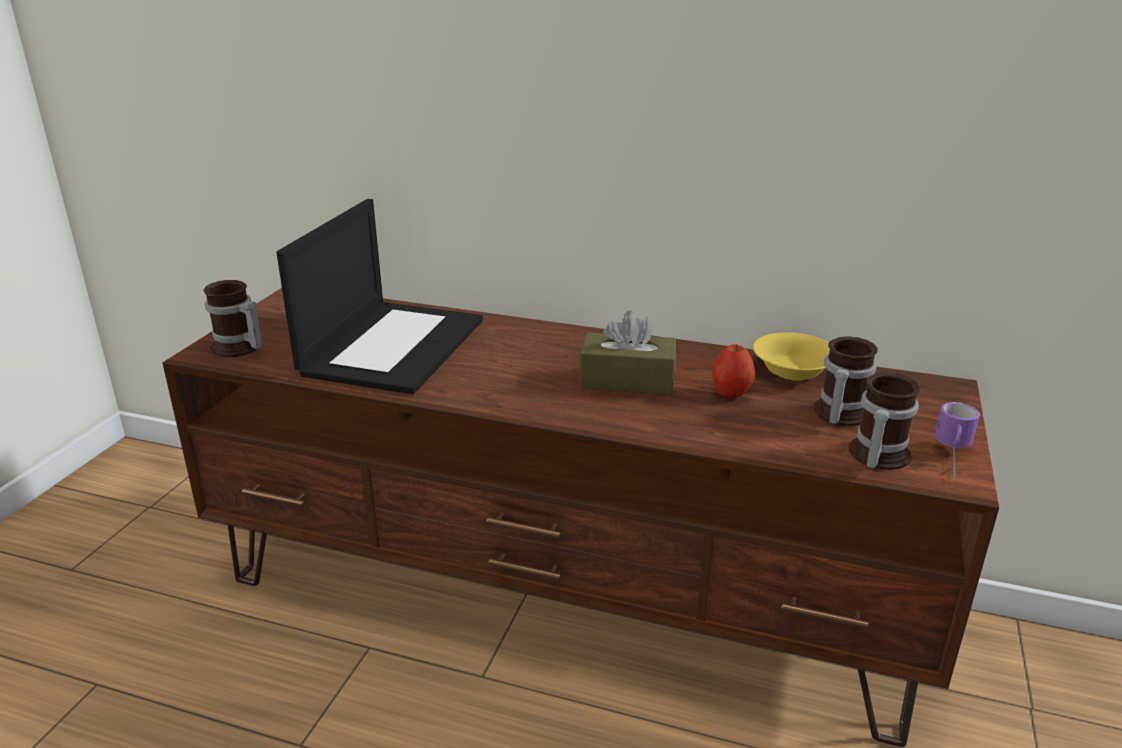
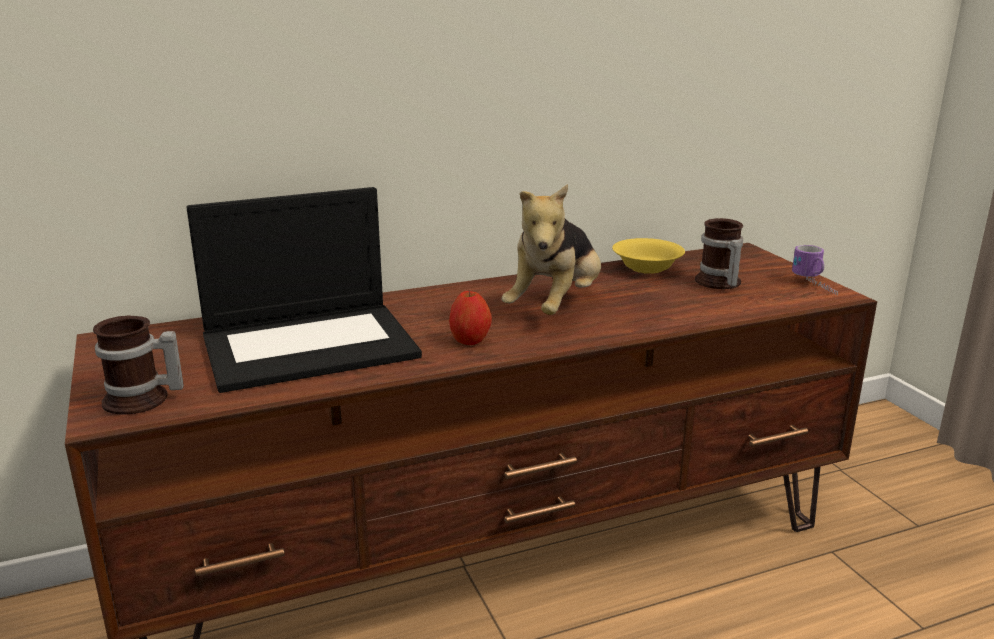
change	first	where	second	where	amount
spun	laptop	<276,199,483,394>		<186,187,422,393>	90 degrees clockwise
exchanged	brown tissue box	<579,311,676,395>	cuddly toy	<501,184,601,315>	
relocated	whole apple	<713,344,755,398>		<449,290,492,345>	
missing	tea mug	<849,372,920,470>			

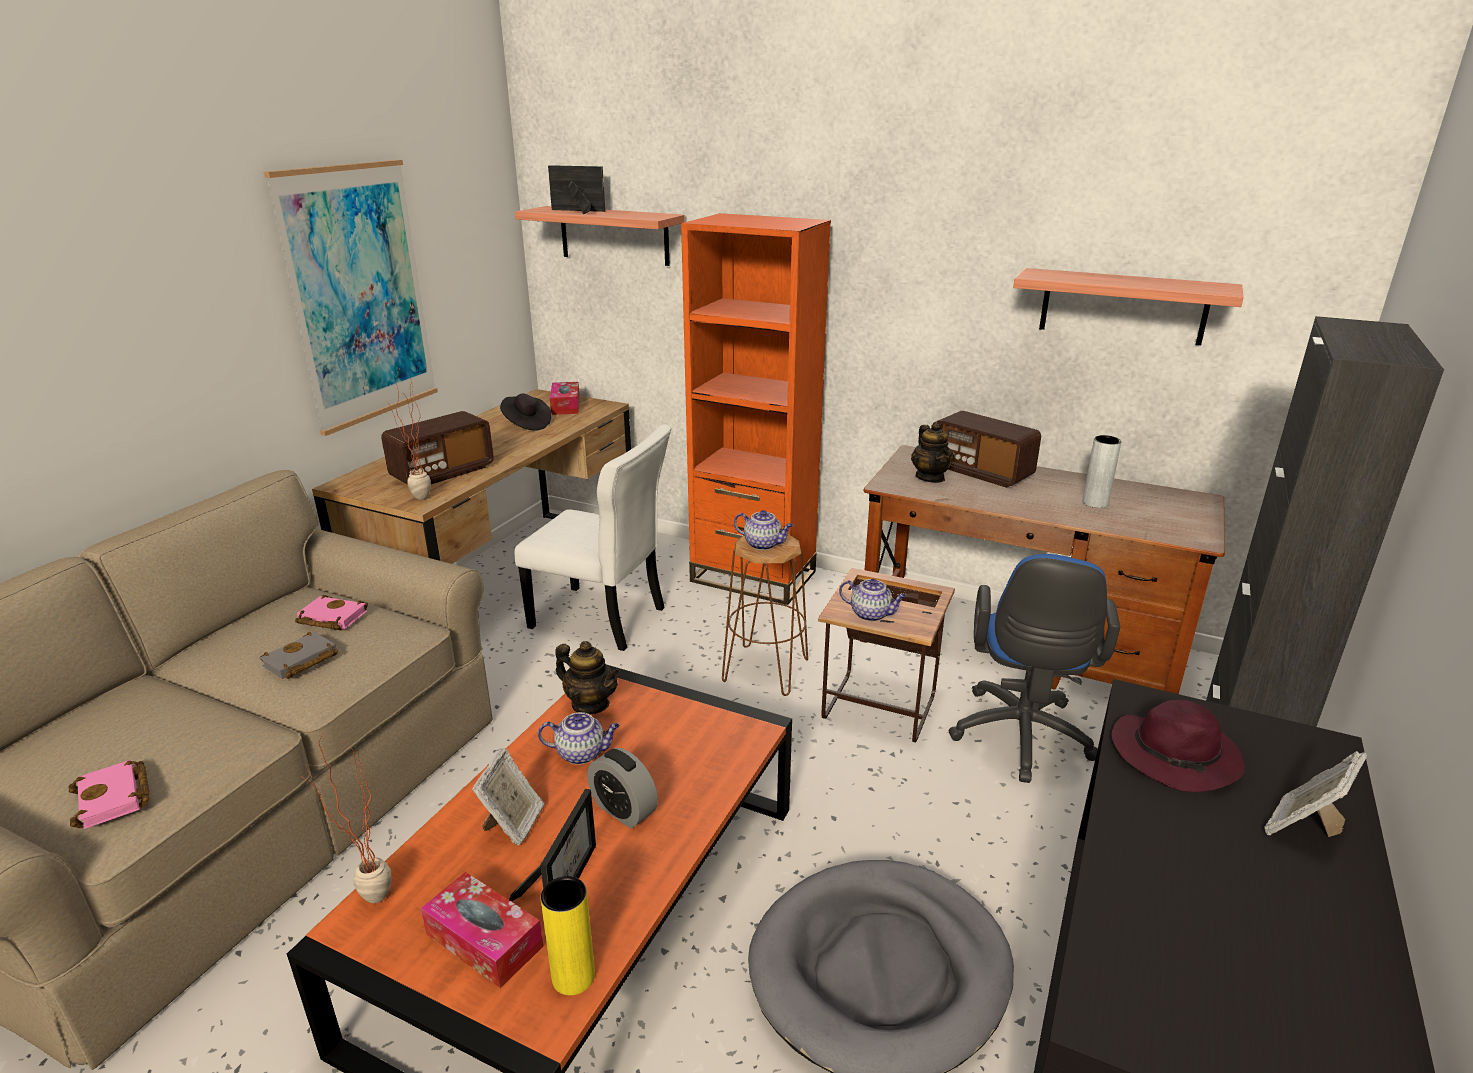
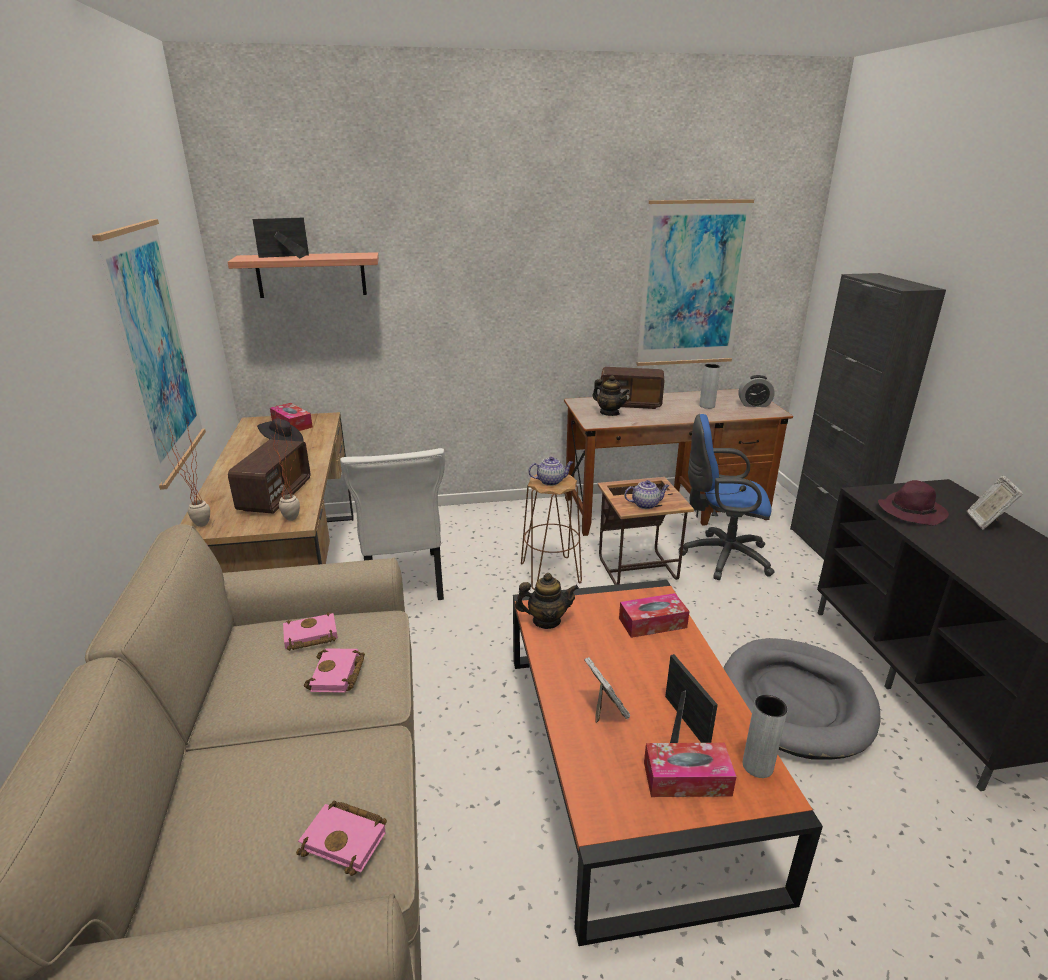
change	first	where	second	where	amount
colour	grey volume	<260,632,338,679>	pinkish volume	<304,648,365,693>	
relocated	plant in a pot	<304,733,391,903>		<157,415,210,527>	
spun	whitish chair	<515,424,671,651>		<340,448,445,600>	90 degrees clockwise
missing	tea pot	<538,712,620,765>			
colour	yellowish flower vase	<541,876,595,995>	grey flower vase	<743,695,788,778>	
relocated	bedside clock	<587,748,658,828>		<738,375,775,407>	
missing	orangey bookcase	<681,213,831,605>			
spun	bluish computer chair	<949,554,1120,783>		<679,414,774,580>	120 degrees clockwise
exchanged	bracket shelf	<1013,268,1244,345>	picture	<636,199,754,366>	
appeared			tissue box	<619,593,689,638>	

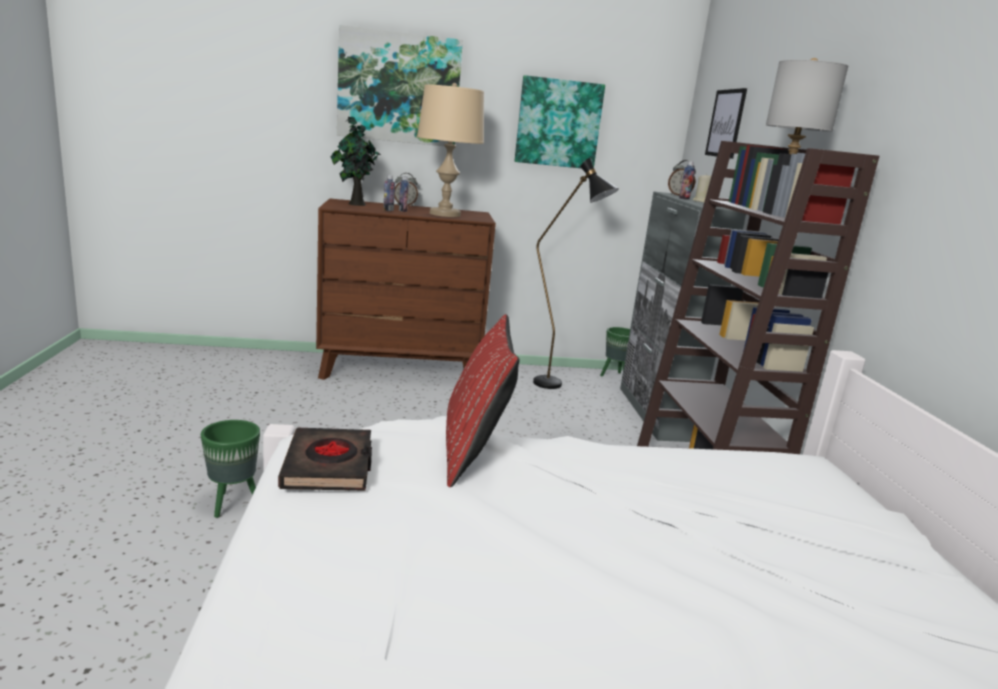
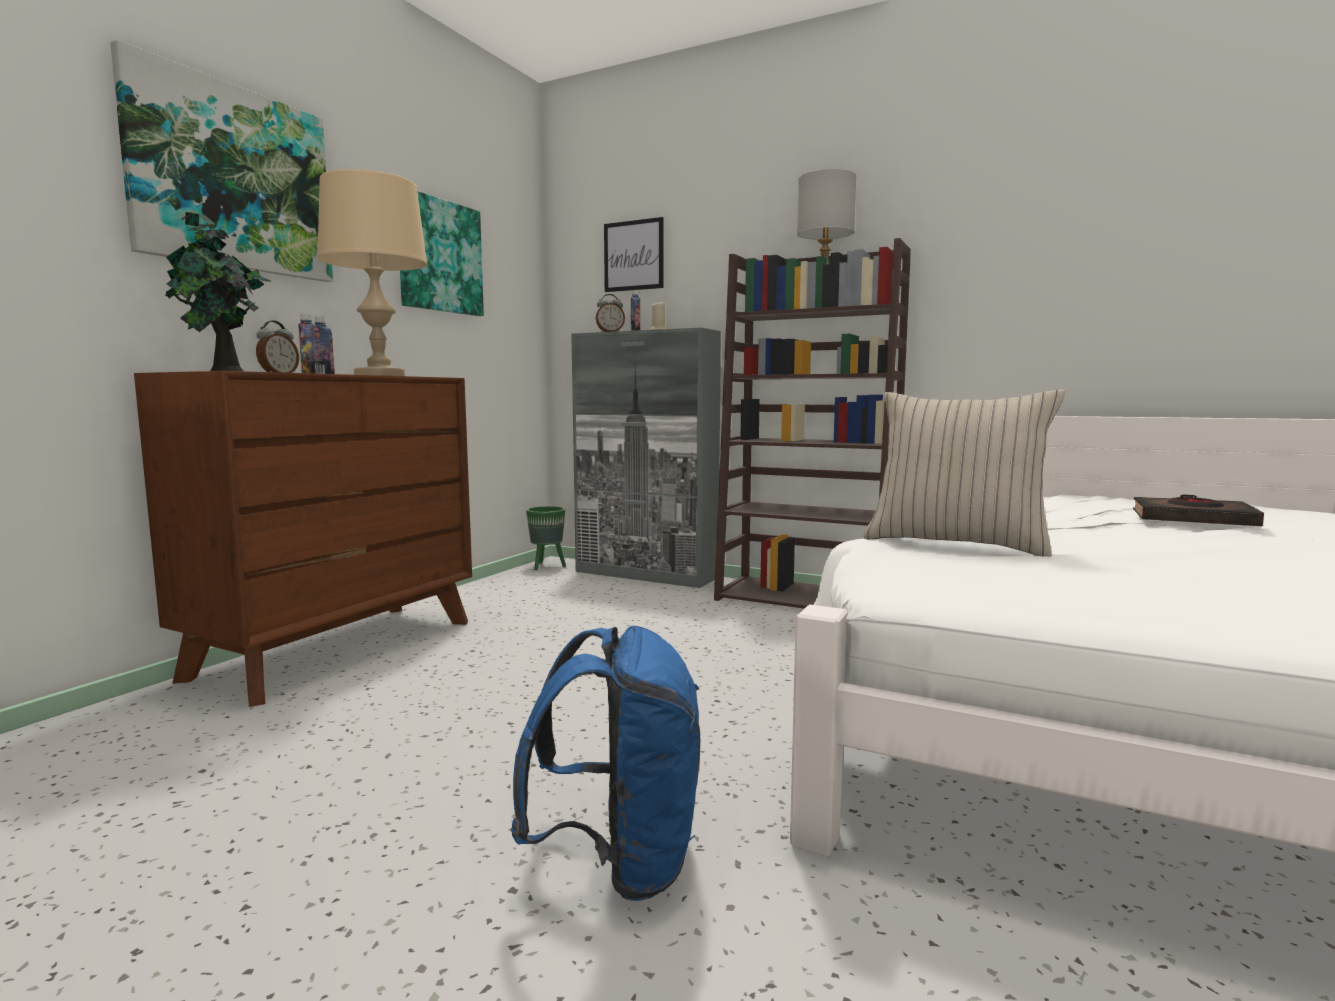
change	first	where	second	where	amount
exchanged	green-coloured plant pot	<201,420,260,518>	bluish knapsack	<510,626,700,901>	
relocated	blackish volume	<278,428,372,491>		<1133,495,1264,526>	
colour	red pillow	<446,314,519,487>	beige-coloured pillow	<863,389,1065,557>	
missing	blackish standing lamp	<533,158,619,389>			

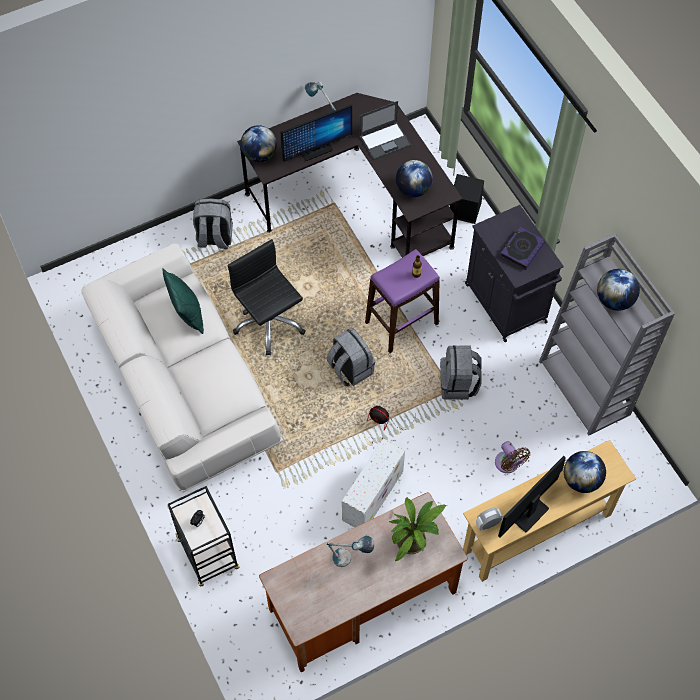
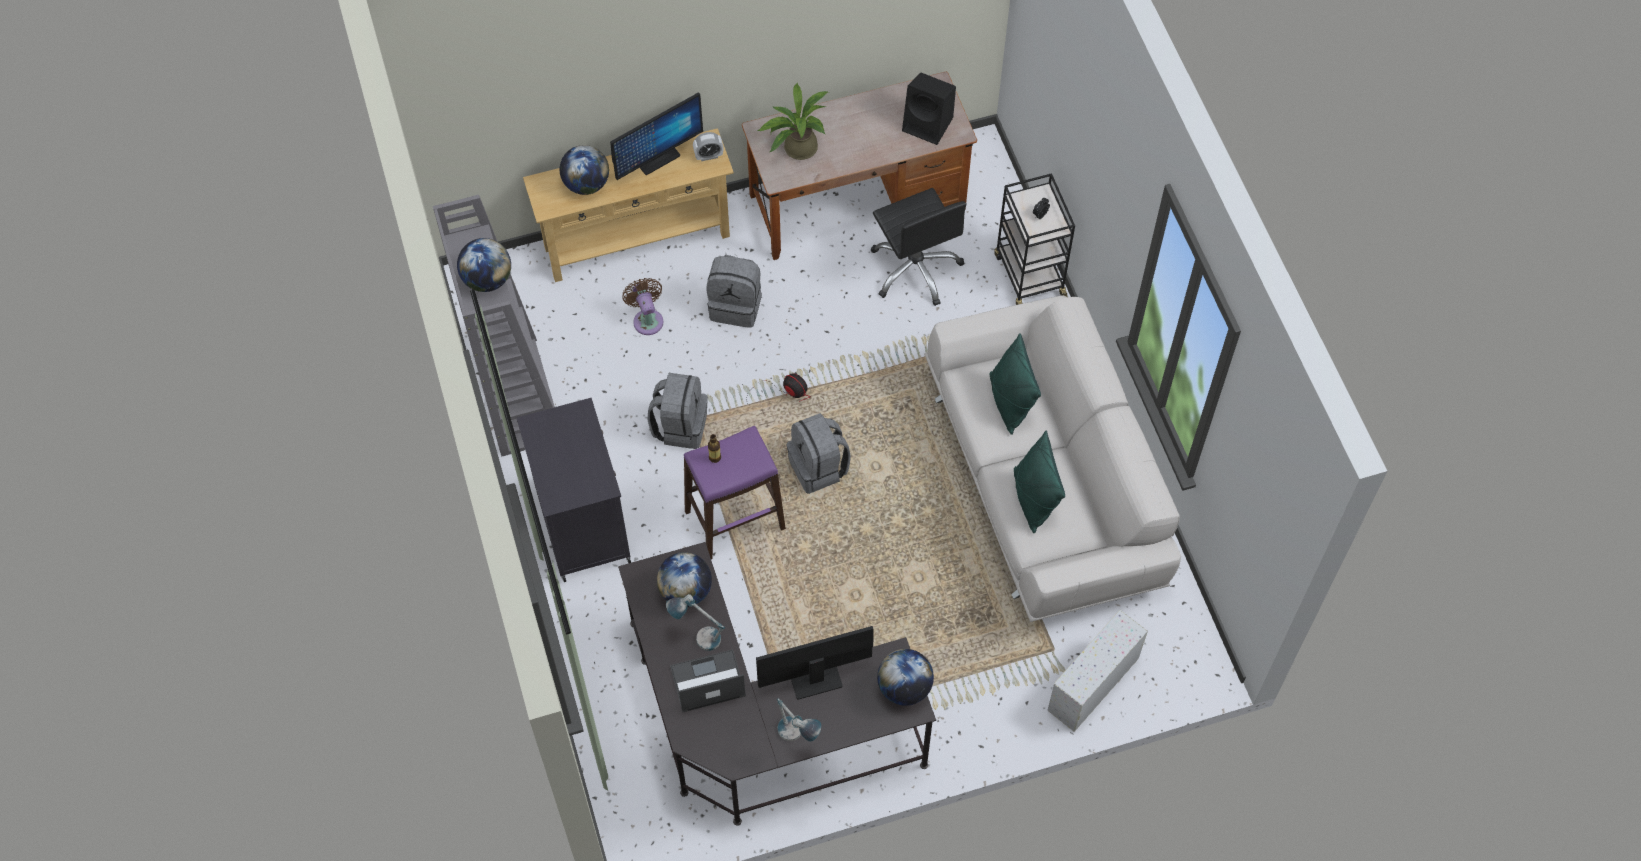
change	first	where	second	where	amount
relocated	grey knapsack	<193,198,233,249>		<706,255,762,328>	
relocated	blackish computer chair	<228,239,306,355>		<870,188,967,306>	
relocated	tabletop lamp	<327,536,374,567>		<666,594,725,651>	
relocated	whitish storage bin	<342,439,405,528>		<1047,610,1148,732>	
relocated	blackish speaker	<450,174,484,224>		<902,73,956,145>	
missing	volume	<500,226,545,270>			
appeared			green-coloured pillow	<990,333,1041,435>	

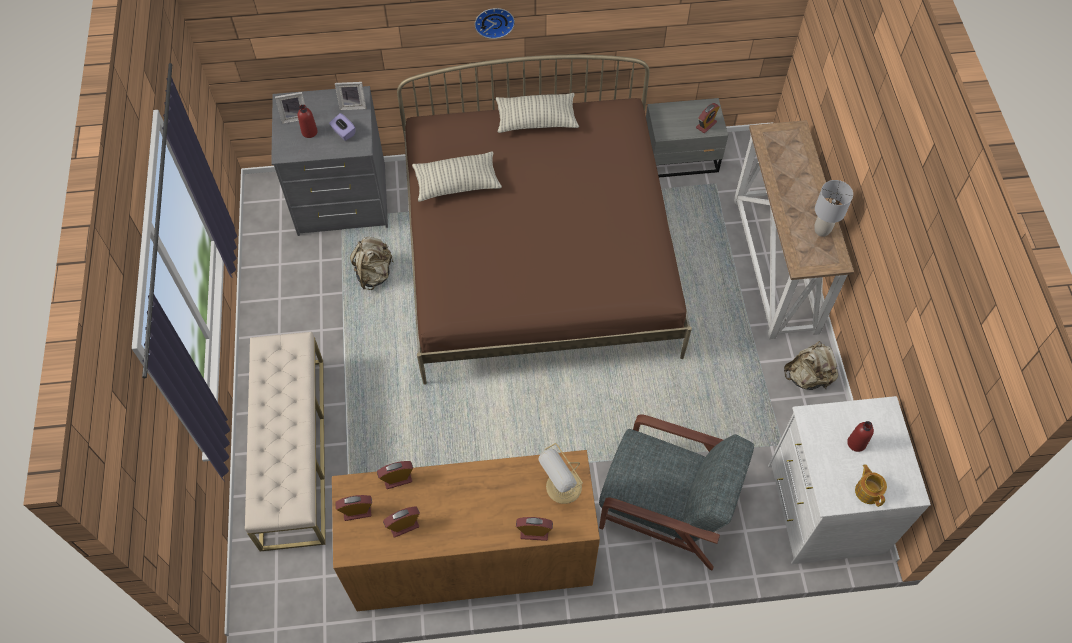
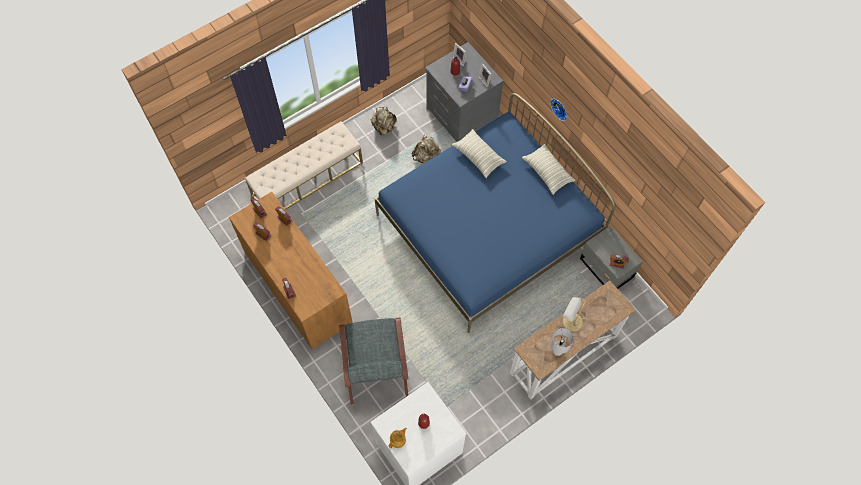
change	first	where	second	where	amount
colour	brown bedroom bed	<397,55,692,385>	bluish bedroom bed	<374,93,615,333>	
relocated	tabletop lamp	<538,443,583,504>		<563,297,586,332>	
relocated	beige-coloured knapsack	<784,341,838,390>		<371,106,397,135>	

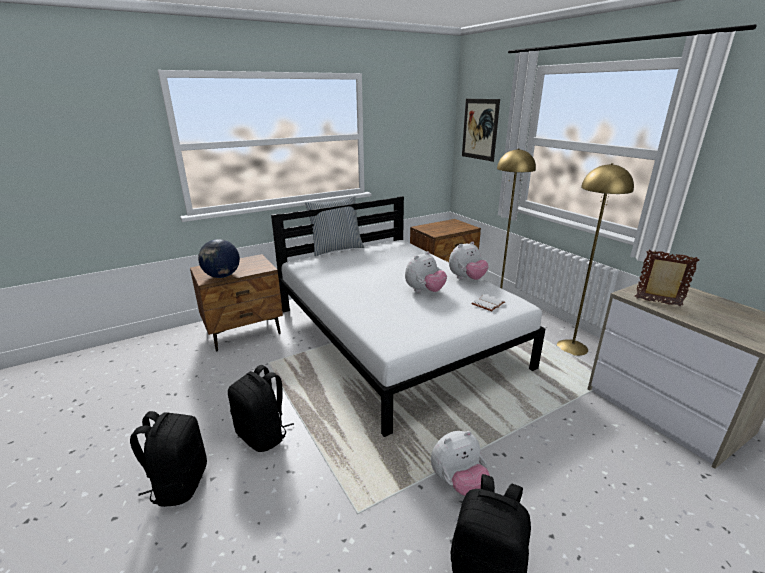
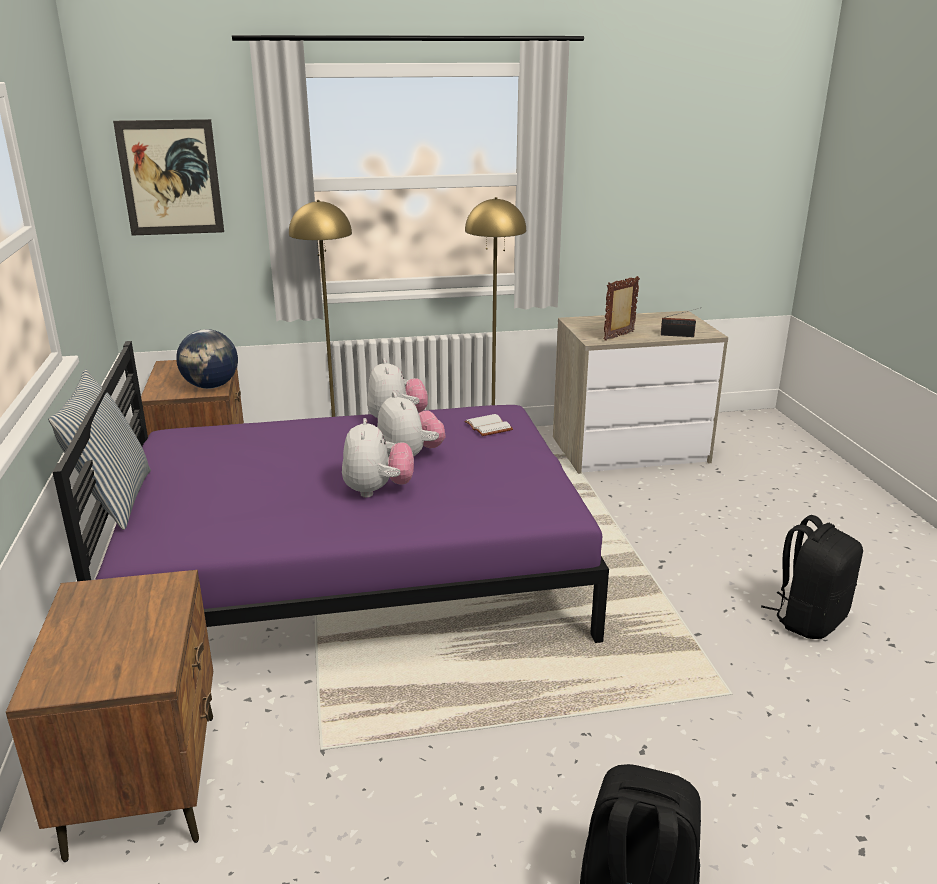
change	first	where	second	where	amount
relocated	world globe	<198,239,240,278>		<176,329,238,389>	
missing	blackish knapsack	<228,365,294,452>			
colour	whitish bedroom bed	<271,196,545,437>	purplish bedroom bed	<53,341,609,643>	
relocated	cuddly toy	<431,431,490,496>		<342,418,414,498>	
appeared			radio	<661,308,699,337>	

